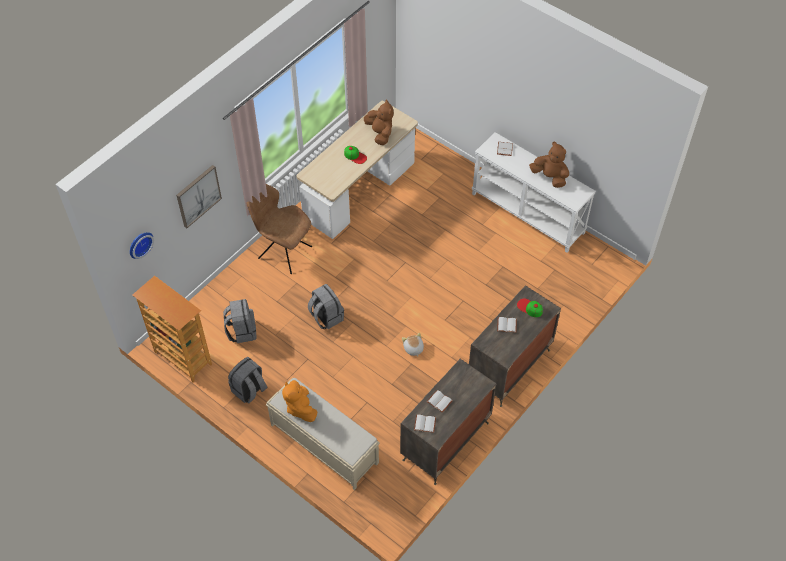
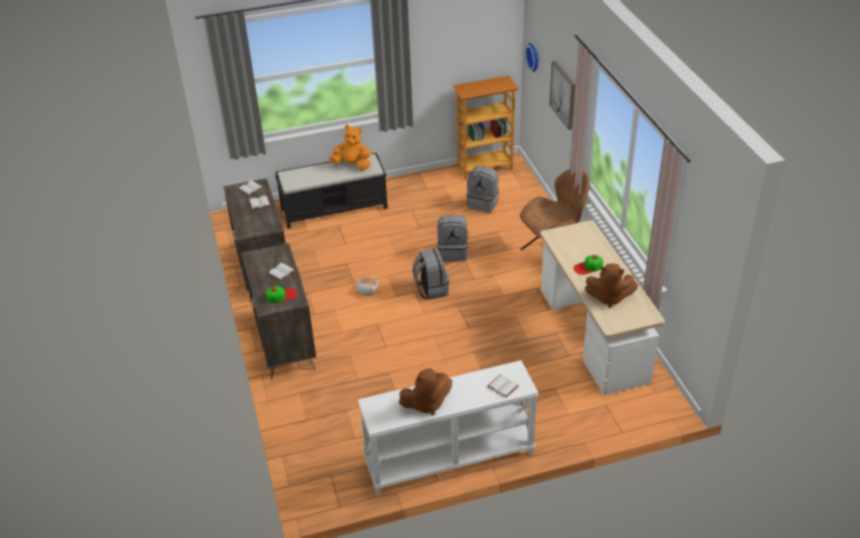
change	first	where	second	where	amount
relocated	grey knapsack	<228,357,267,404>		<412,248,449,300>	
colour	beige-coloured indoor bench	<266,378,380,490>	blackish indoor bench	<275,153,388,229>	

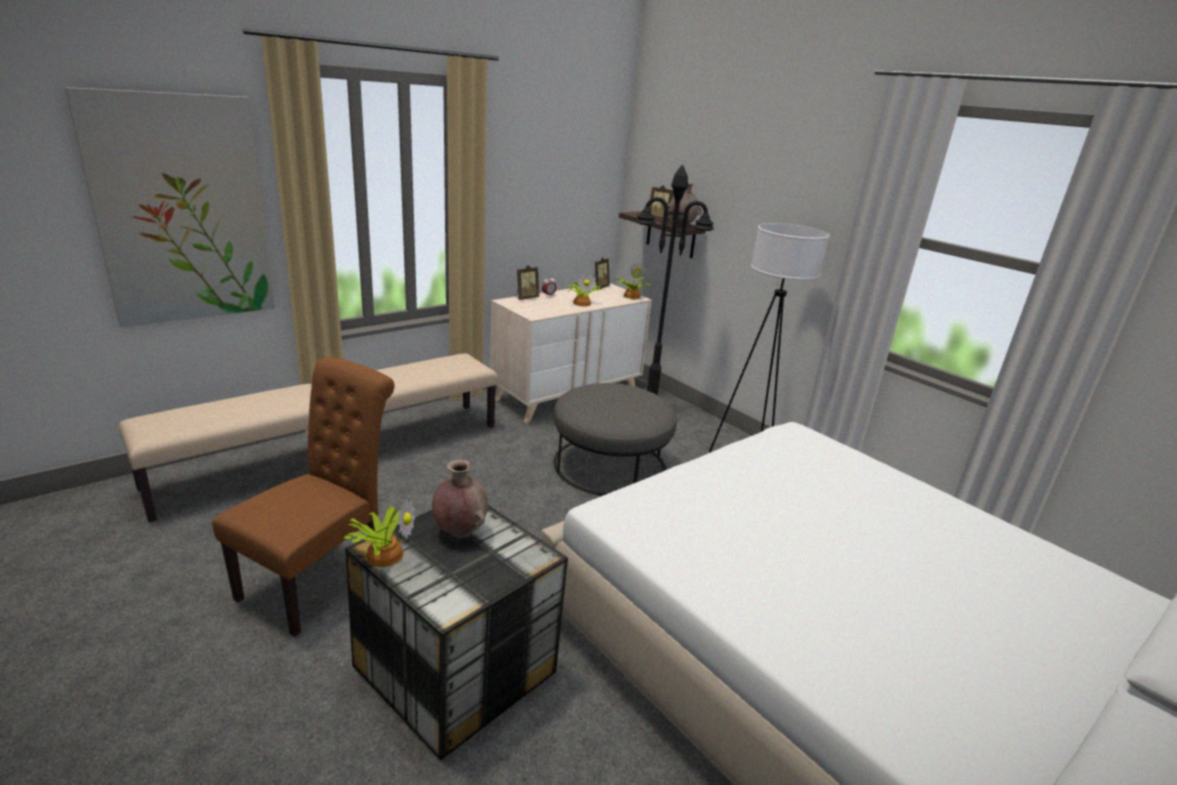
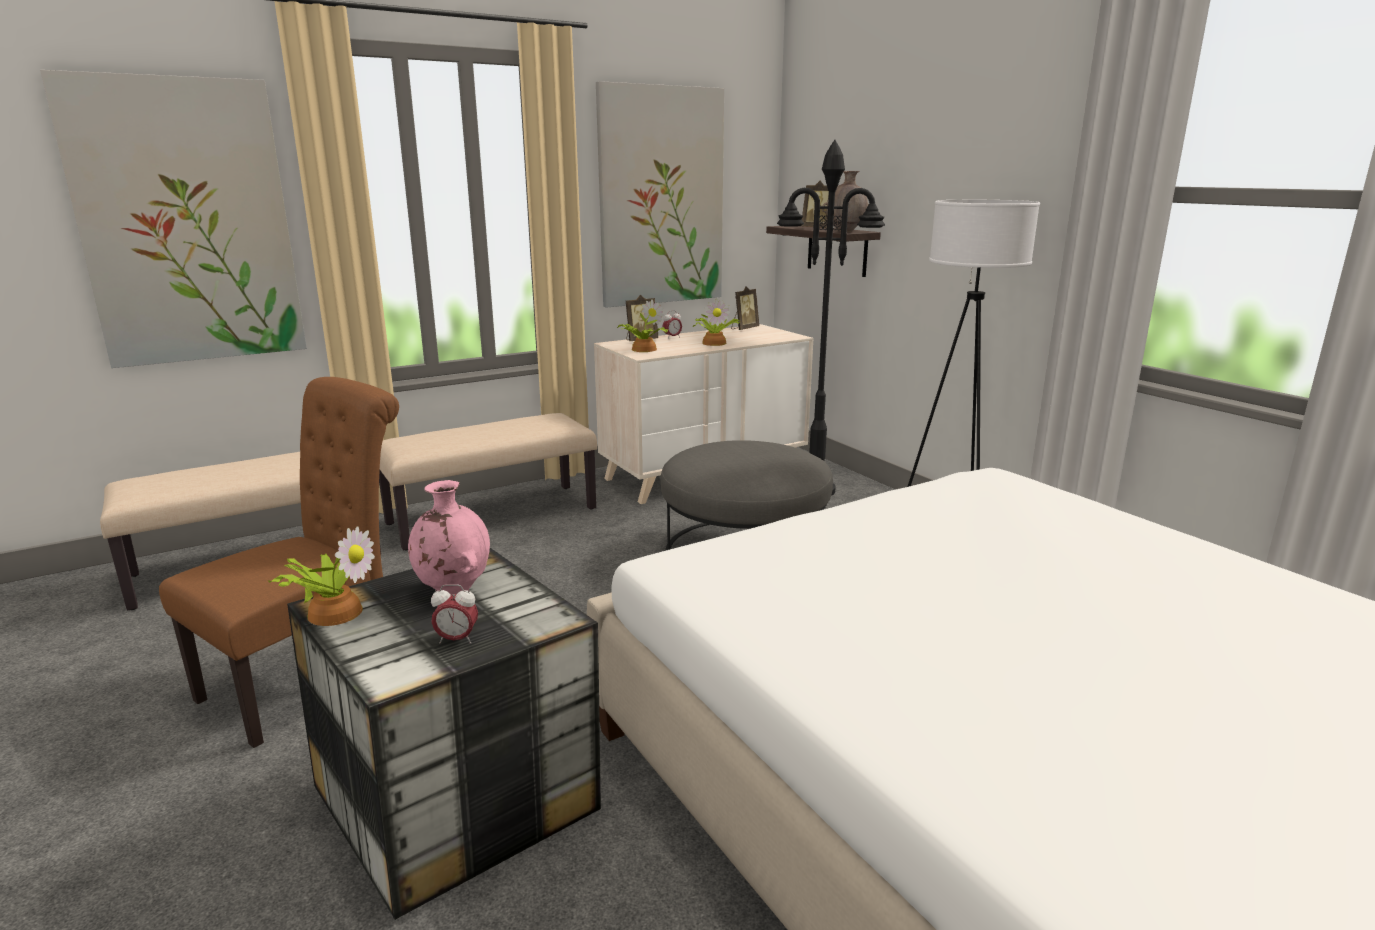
change	first	where	second	where	amount
colour	brown flower vase	<432,459,488,538>	pinkish flower vase	<408,480,490,595>	
relocated	plant in a pot	<616,262,650,299>		<617,299,668,352>	
appeared			bedside clock	<431,584,478,644>	
appeared			picture	<596,81,724,308>	

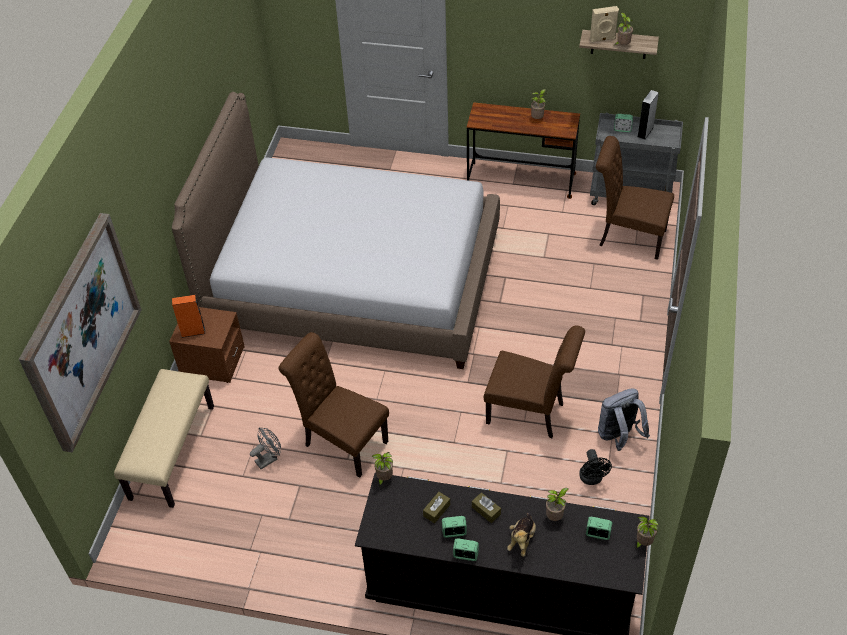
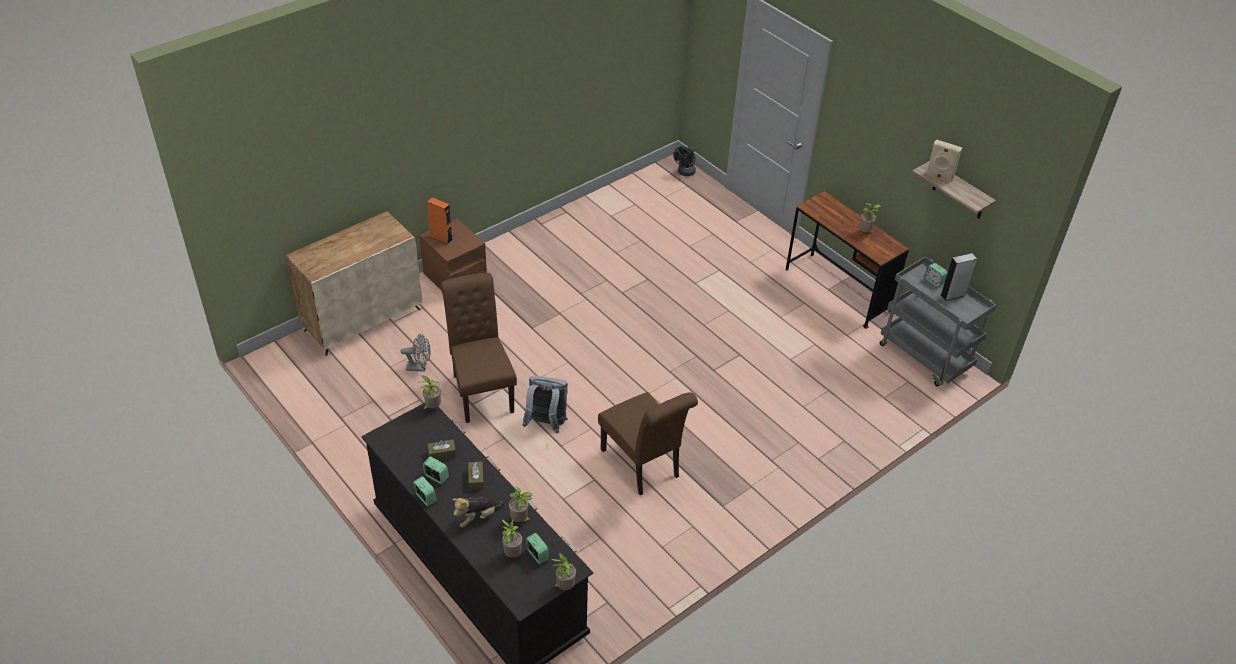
change	first	where	second	where	amount
missing	picture	<19,213,141,452>			
exchanged	beige-coloured indoor bench	<114,369,214,508>	beige-coloured storage cabinet	<286,211,422,356>	
missing	bedroom bed	<172,92,500,369>			
relocated	blackish cooling fan	<579,449,612,485>		<673,146,696,176>	
missing	brown chair	<596,136,674,260>			
relocated	grey knapsack	<598,389,650,451>		<523,376,568,433>	
relocated	plant in a pot	<615,12,634,45>		<502,519,522,558>	

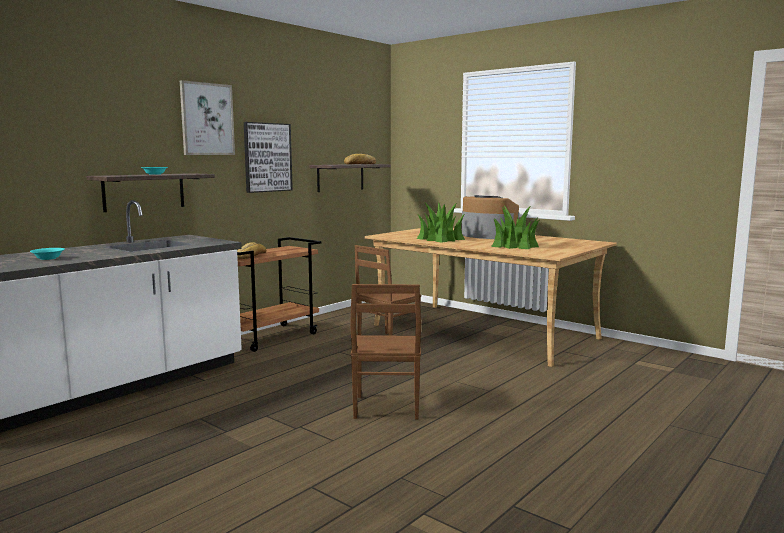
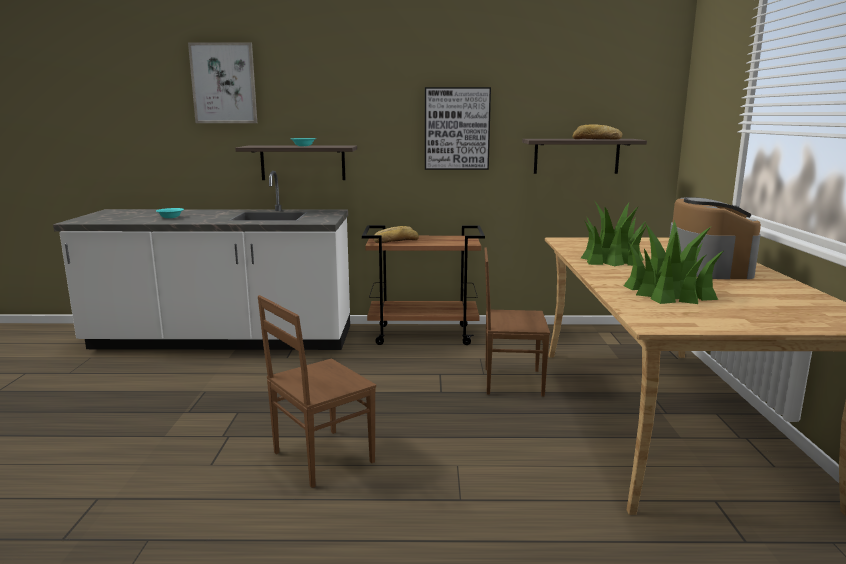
change	first	where	second	where	amount
relocated	picture	<180,80,235,155>		<188,42,257,123>	

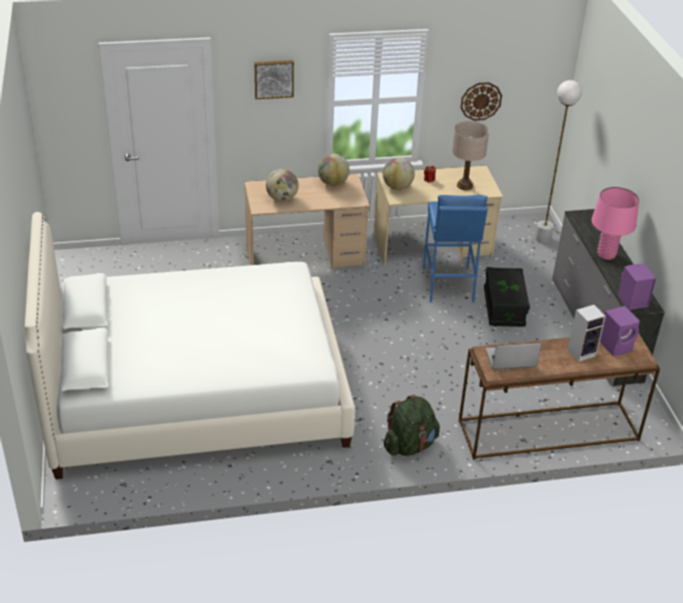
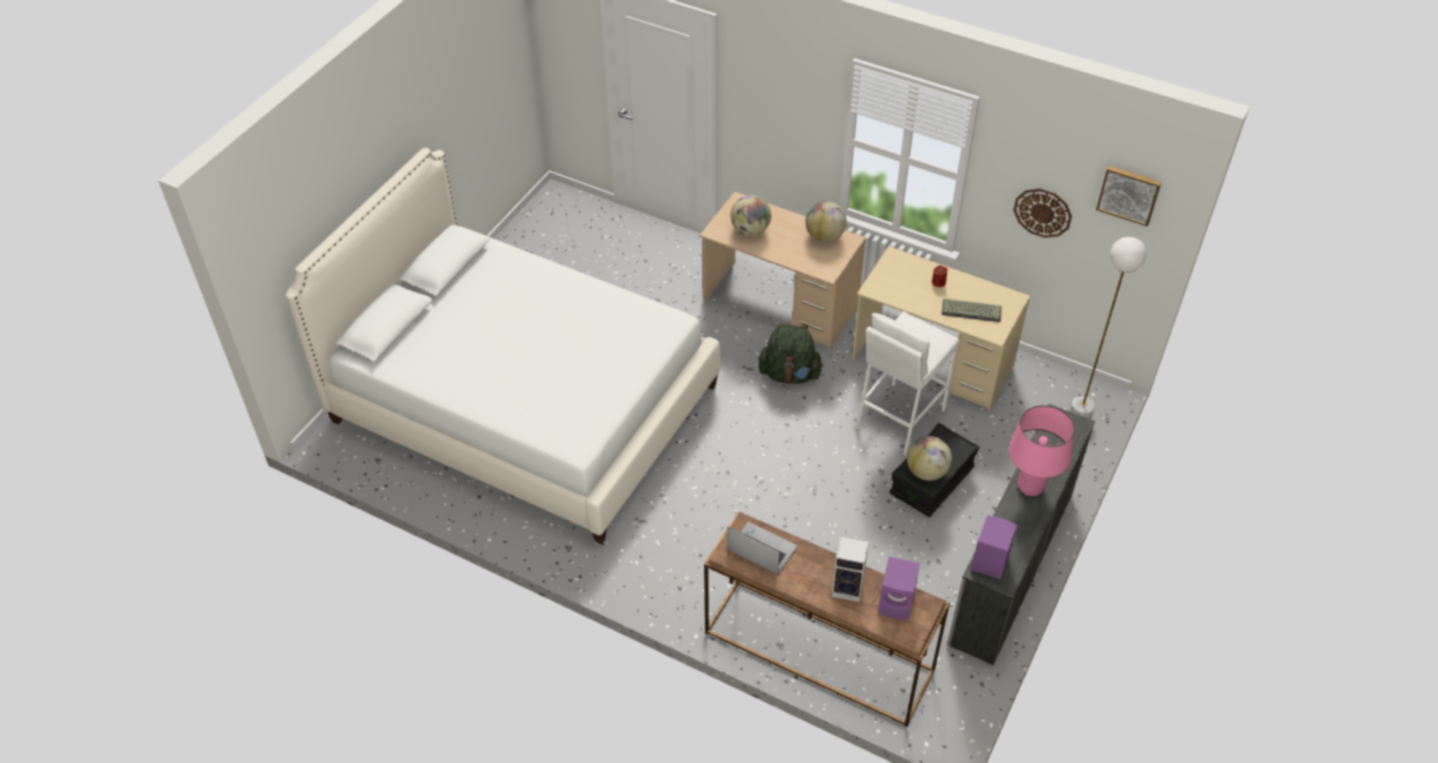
change	first	where	second	where	amount
relocated	picture	<255,60,294,99>		<1096,166,1161,226>	
relocated	world globe	<383,158,415,190>		<907,436,952,481>	
relocated	green-coloured knapsack	<384,395,440,456>		<758,323,824,384>	
colour	bluish sitting stool	<423,195,488,302>	whitish sitting stool	<856,311,959,456>	
exchanged	beige-coloured tabletop lamp	<452,121,489,190>	PC keyboard	<942,299,1002,322>	

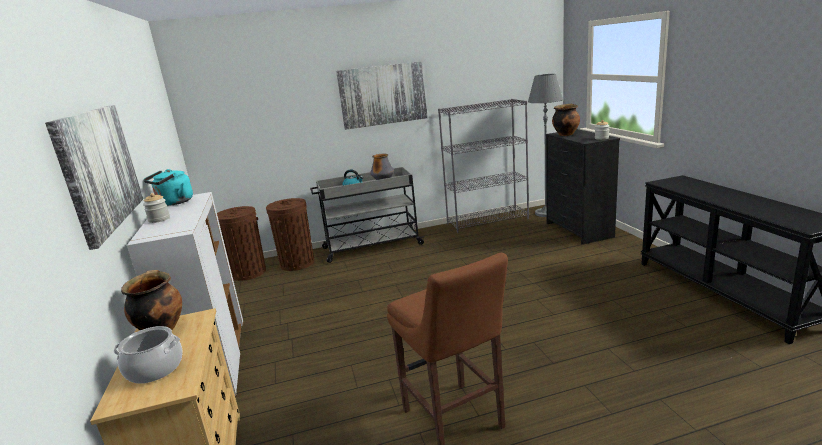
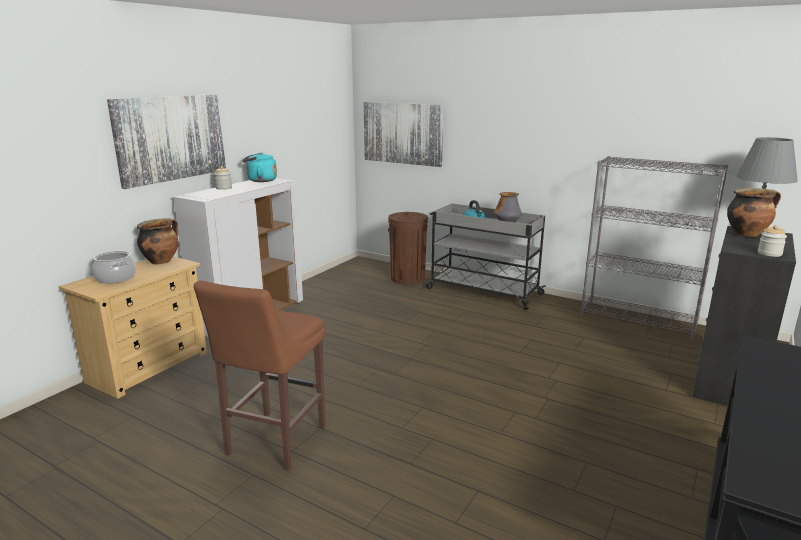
change	first	where	second	where	amount
missing	brown trash can	<217,206,266,281>			
relocated	picture	<336,61,428,130>		<363,102,443,167>	

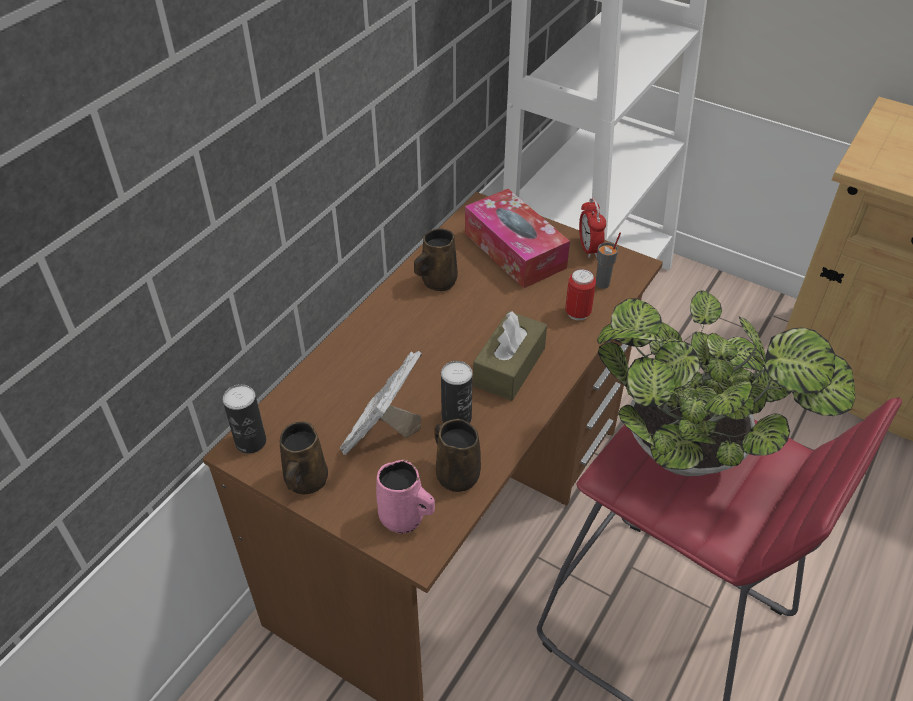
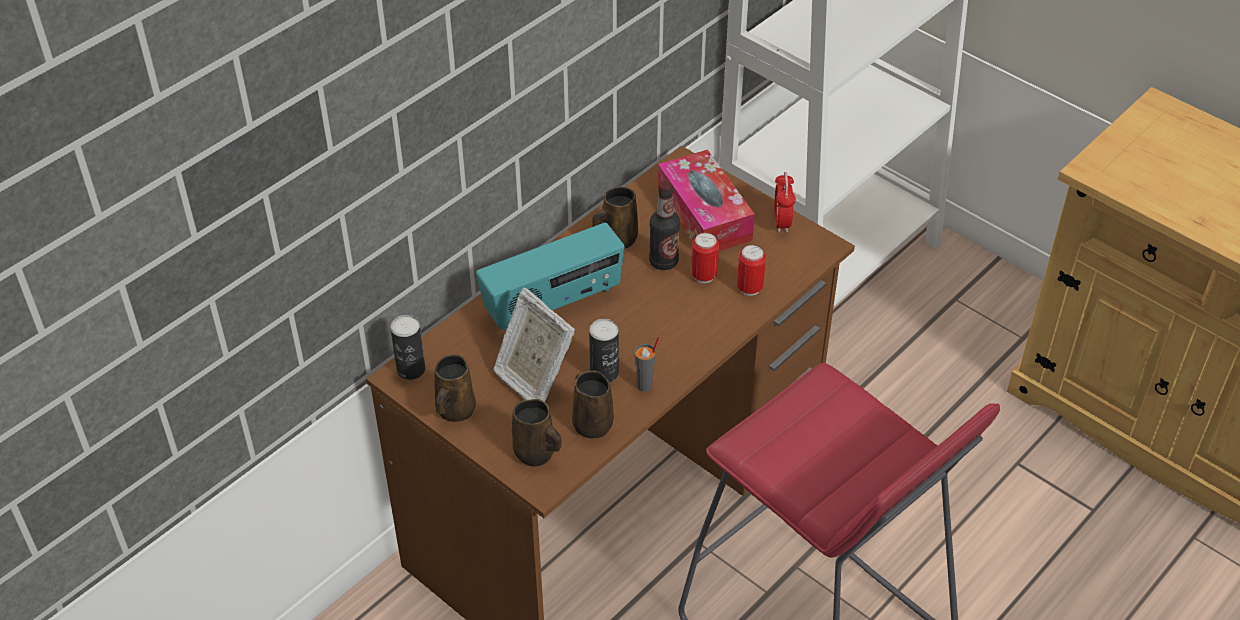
change	first	where	second	where	amount
spun	standing frame	<340,350,422,455>		<493,288,575,402>	75 degrees counterclockwise
colour	pinkish tea mug	<376,460,435,534>	brown tea mug	<512,399,562,467>	
missing	brown tissue box	<473,311,547,401>			
relocated	grey drinking cup	<596,233,621,289>		<634,337,659,392>	
missing	plant in a pot	<597,290,855,476>			
appeared			radio	<476,223,625,330>	
appeared			drink bottle	<649,181,680,270>	
appeared			can	<691,233,719,283>	

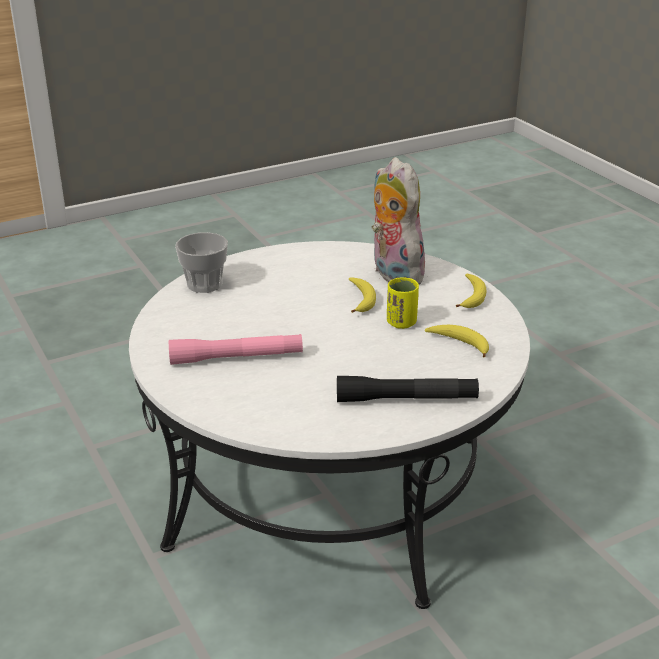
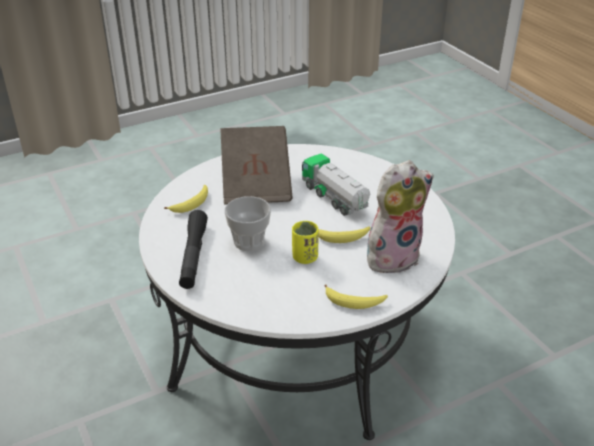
change	first	where	second	where	amount
exchanged	pinkish flashlight	<169,334,303,365>	brown volume	<220,126,293,205>	
relocated	drinking cup	<175,232,228,293>		<225,196,271,251>	
relocated	banana fruit	<425,325,489,358>		<164,185,208,213>	
appeared			toy lorry	<302,154,370,216>	

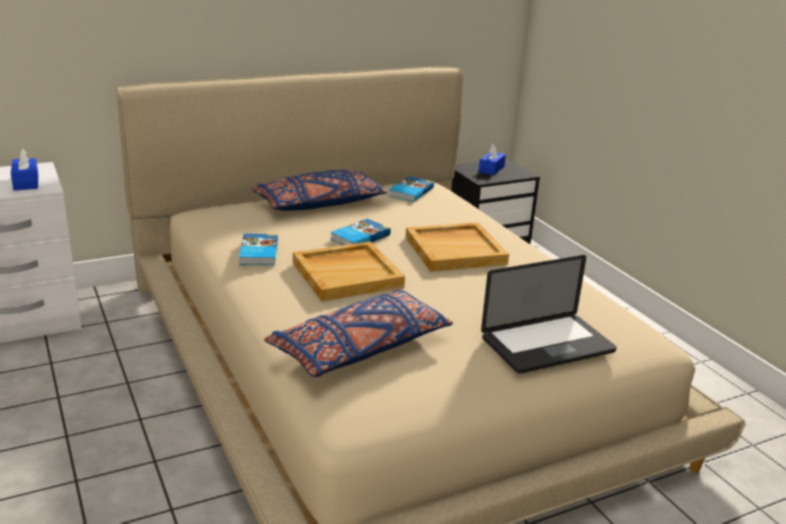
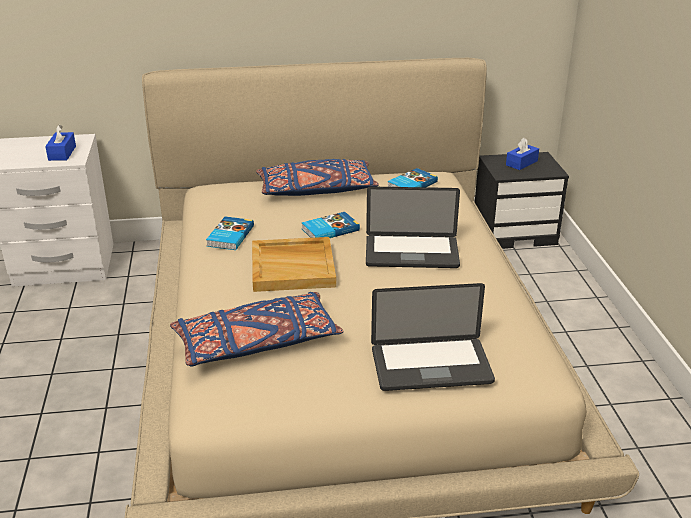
change	first	where	second	where	amount
exchanged	beige-coloured carrying tray	<406,222,509,272>	laptop	<366,186,460,268>	

